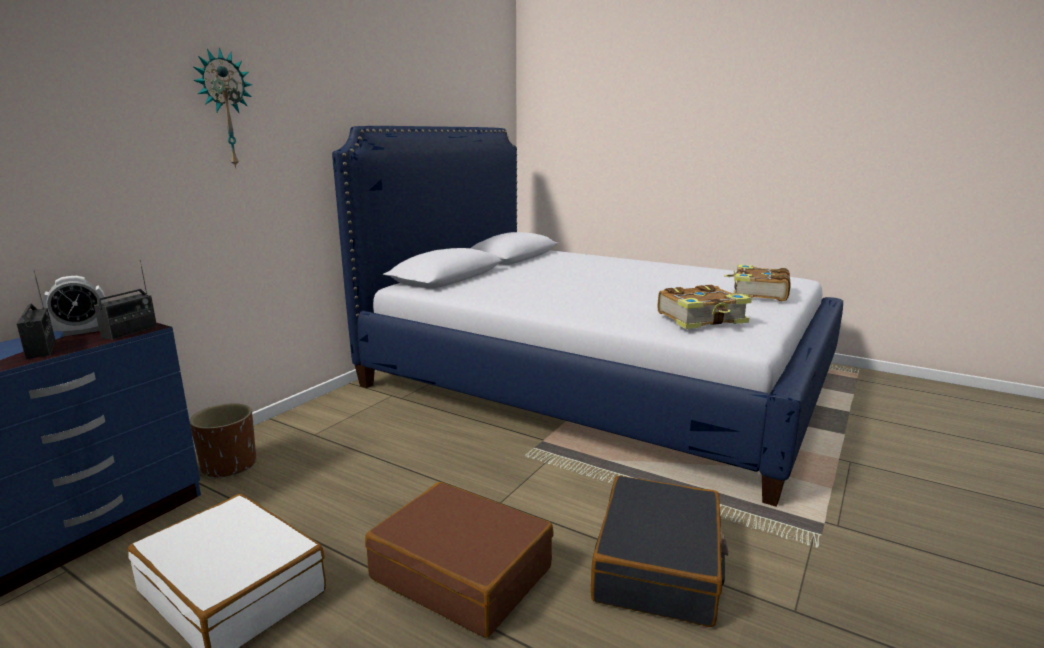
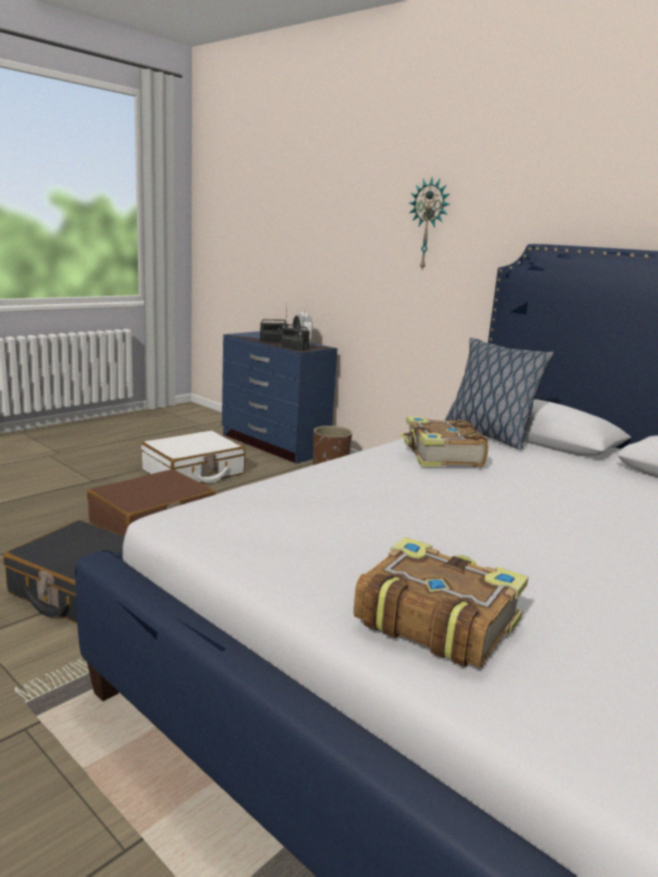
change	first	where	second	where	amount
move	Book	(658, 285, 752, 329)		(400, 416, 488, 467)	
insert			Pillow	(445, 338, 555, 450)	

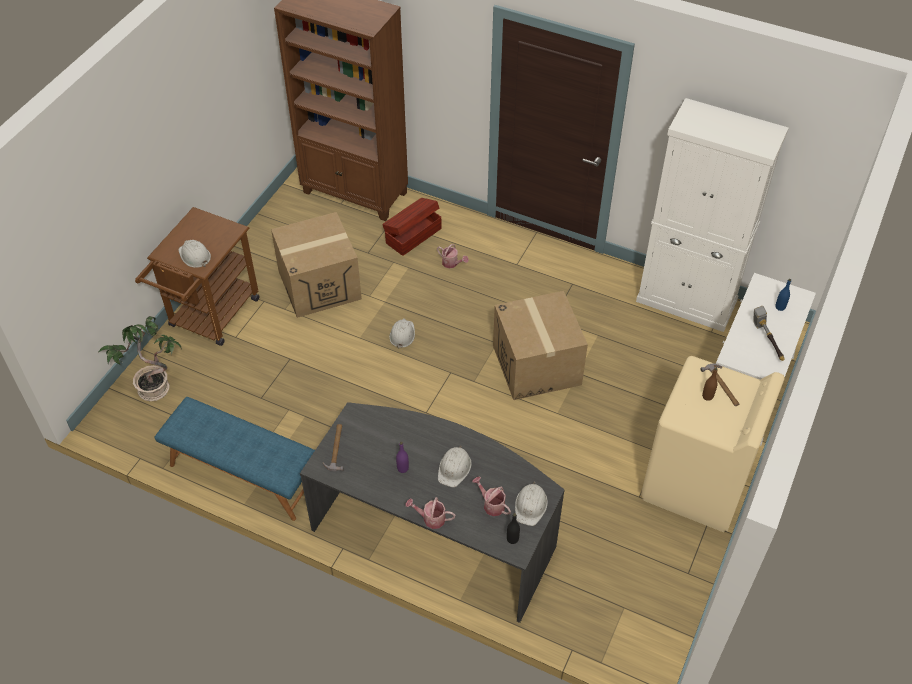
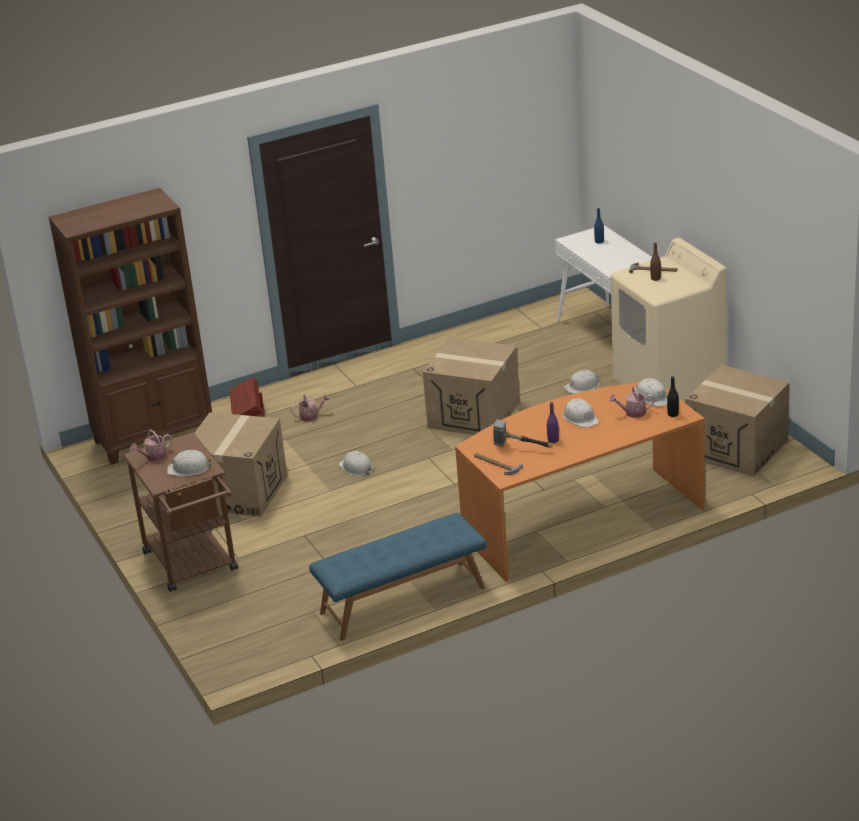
change	first	where	second	where	amount
delete	WhiteCabinet	(636, 98, 789, 332)			
move	Hammer	(753, 306, 785, 361)		(493, 419, 553, 448)	
delete	PottedPlant	(98, 316, 182, 401)			
recolor	GreyDesk	(300, 402, 565, 623)	OrangeDesk	(455, 382, 705, 582)	
move	WateringCan	(405, 497, 455, 529)		(130, 430, 172, 461)	
insert			CardboardBox	(685, 365, 790, 476)	
insert			WhiteHardHat	(564, 370, 599, 394)	

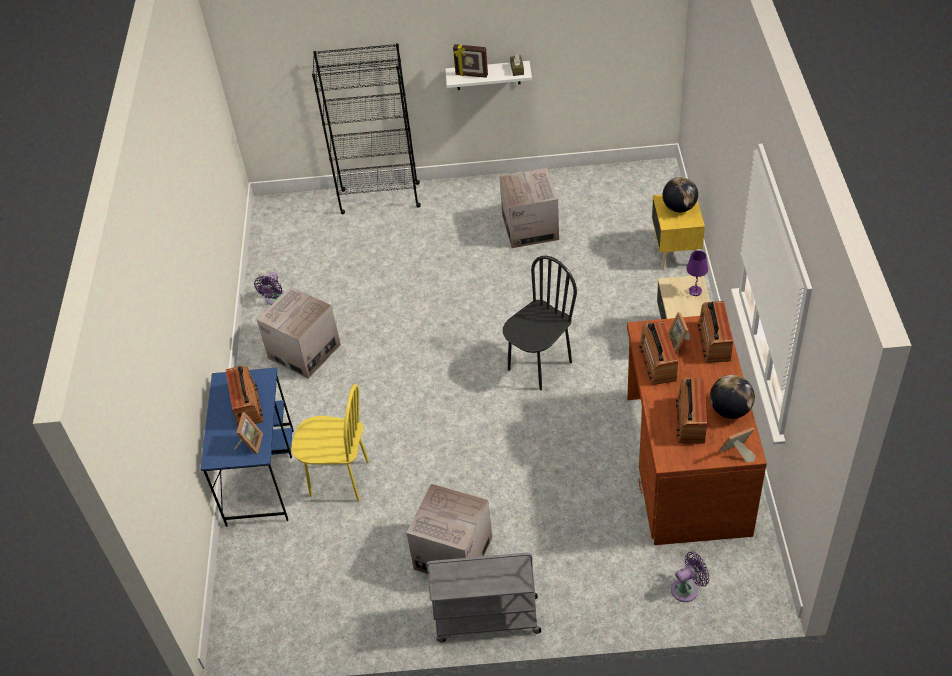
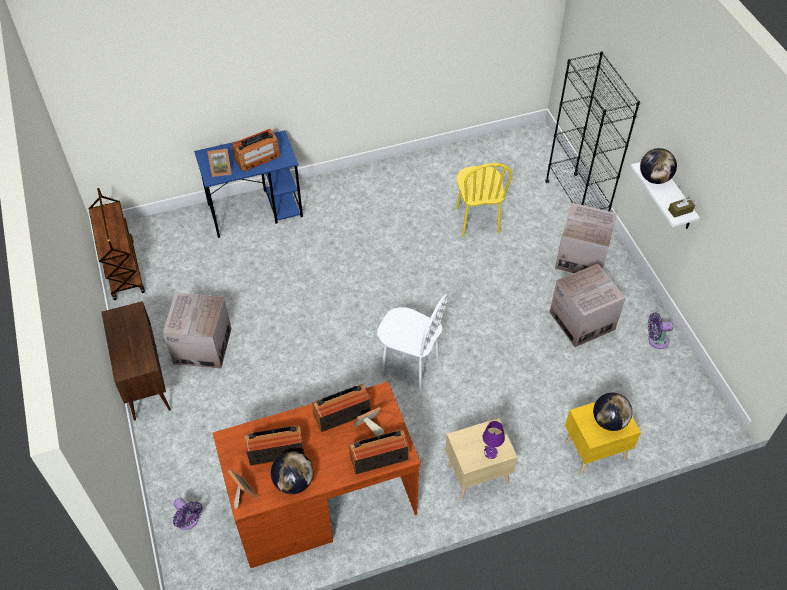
change	first	where	second	where	amount
replace	PictureFrame	(453, 44, 488, 78)	Globe	(640, 148, 677, 184)	
recolor	BlackChair	(503, 256, 577, 390)	WhiteChair	(377, 294, 448, 388)	
move	PurpleFan	(254, 272, 284, 305)		(648, 313, 673, 349)	
move	CardboardBox	(257, 287, 341, 379)		(555, 203, 617, 273)	
move	YellowChair	(291, 384, 369, 502)		(457, 163, 512, 237)	
replace	GreyCart	(426, 553, 541, 642)	BrownCabinet	(101, 301, 171, 420)	
insert			BrownCart	(89, 188, 145, 300)	

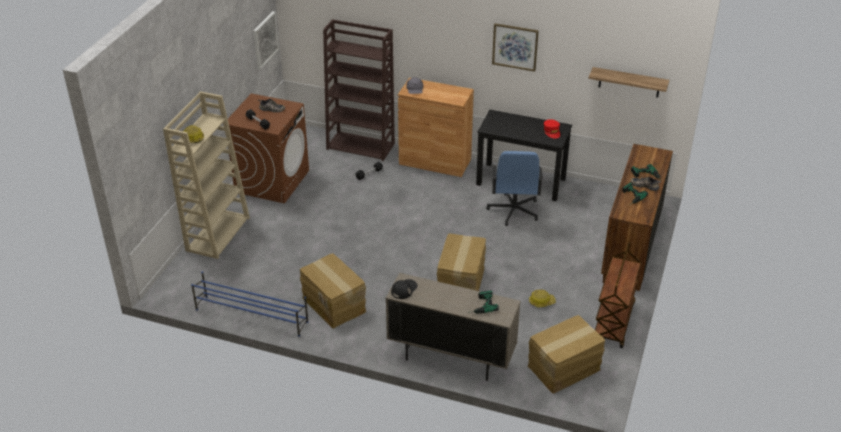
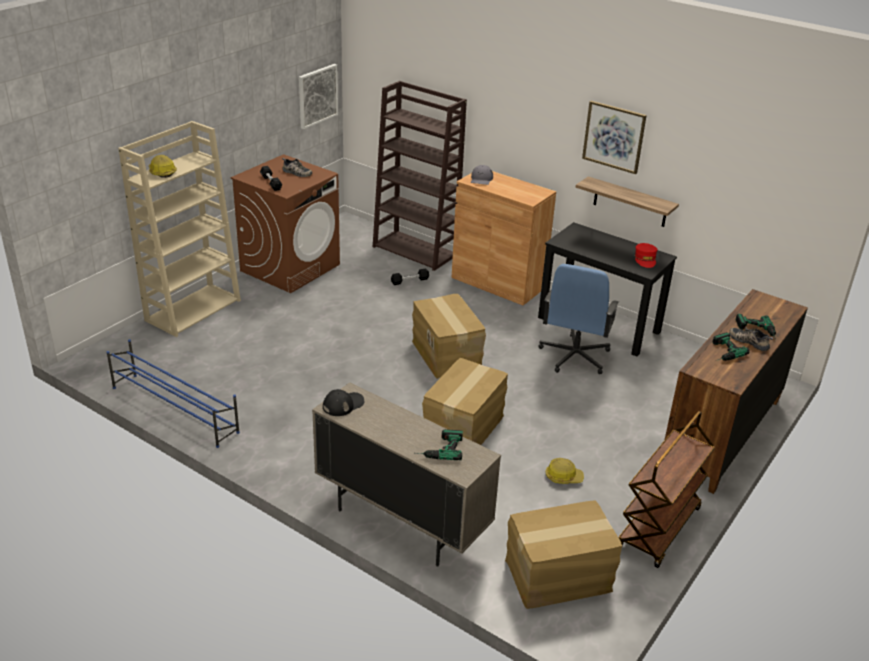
change	first	where	second	where	amount
move	Shelf	(588, 67, 669, 98)		(576, 176, 679, 227)	
move	CardboardBox	(300, 253, 366, 329)		(412, 294, 486, 379)	

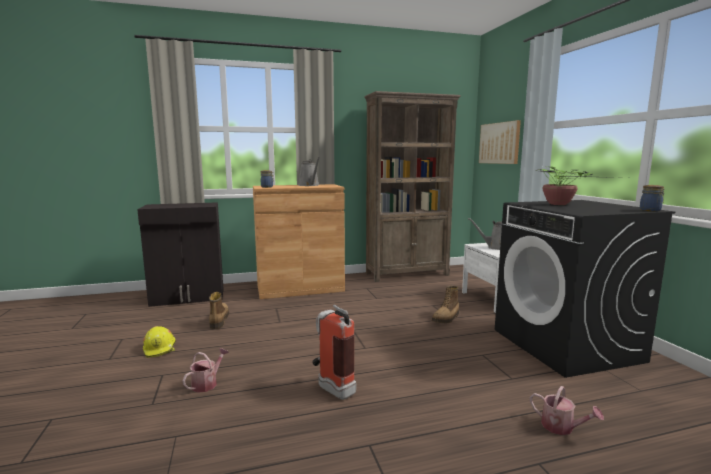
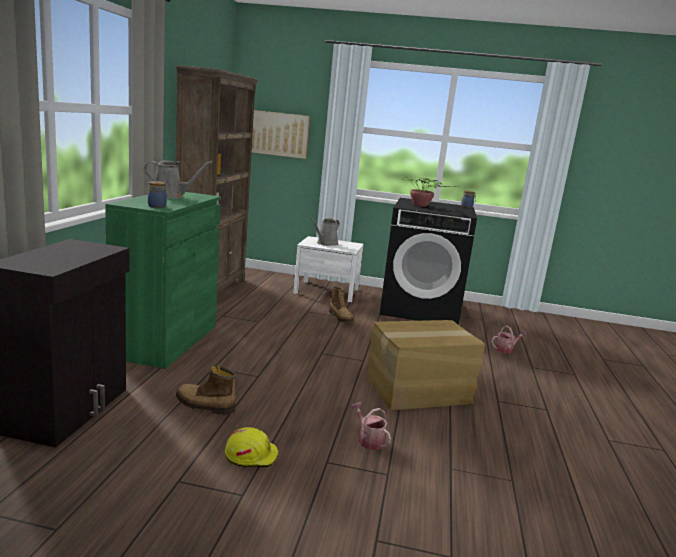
change	first	where	second	where	amount
recolor	BrownCabinet	(253, 184, 345, 299)	GreenCabinet	(105, 192, 221, 369)	
replace	FireExtinguisher	(312, 305, 356, 400)	CardboardBox	(366, 320, 485, 410)	

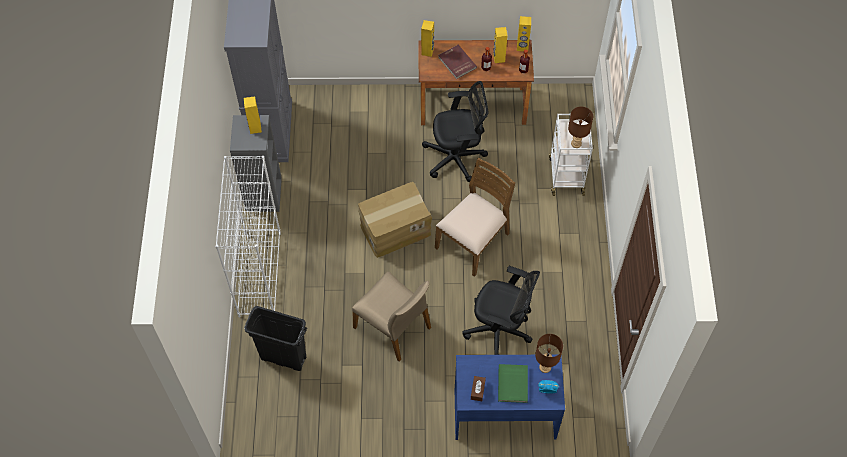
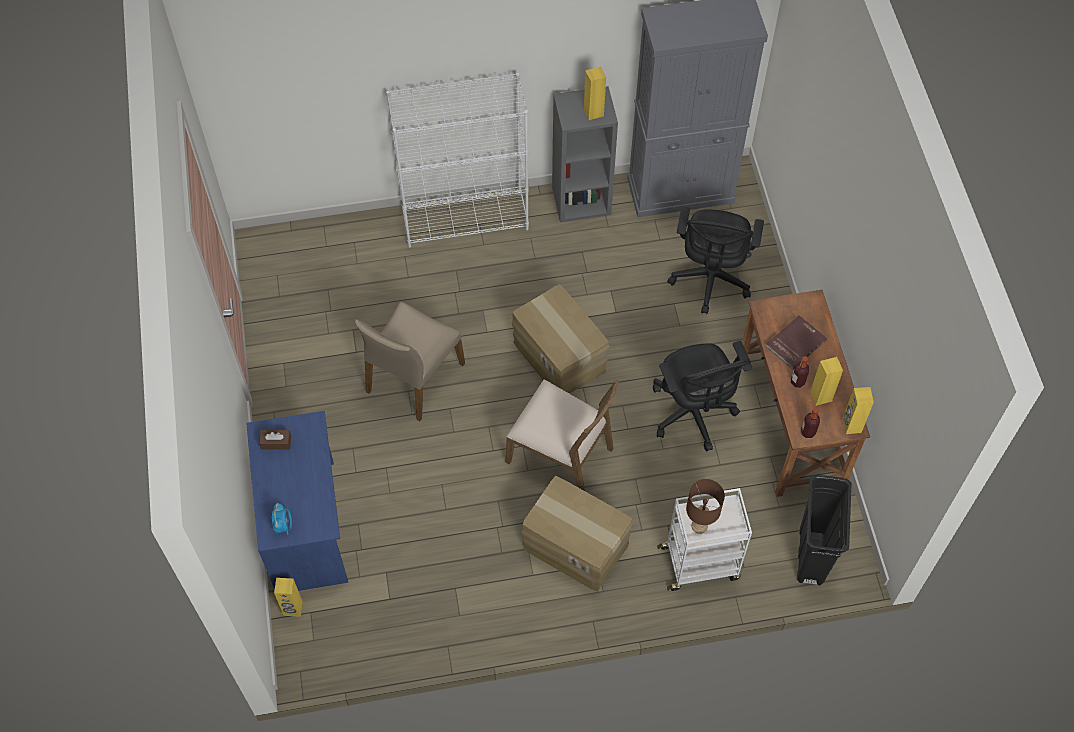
change	first	where	second	where	amount
move	YellowSpeaker	(421, 20, 434, 57)		(274, 578, 303, 617)	
move	BlackOfficeChair	(463, 266, 540, 355)		(667, 207, 764, 314)	
move	BlackTrashCan	(244, 306, 307, 371)		(797, 475, 851, 585)	
delete	BrownTableLamp	(535, 334, 563, 373)			
delete	GreenBook	(498, 364, 528, 403)			
insert			CardboardBox	(522, 476, 633, 592)	

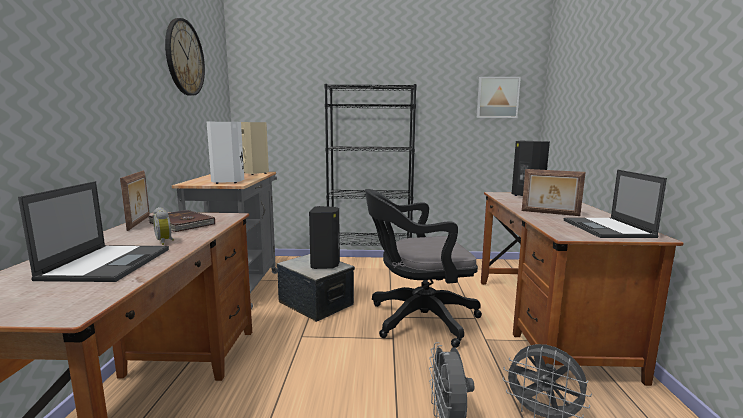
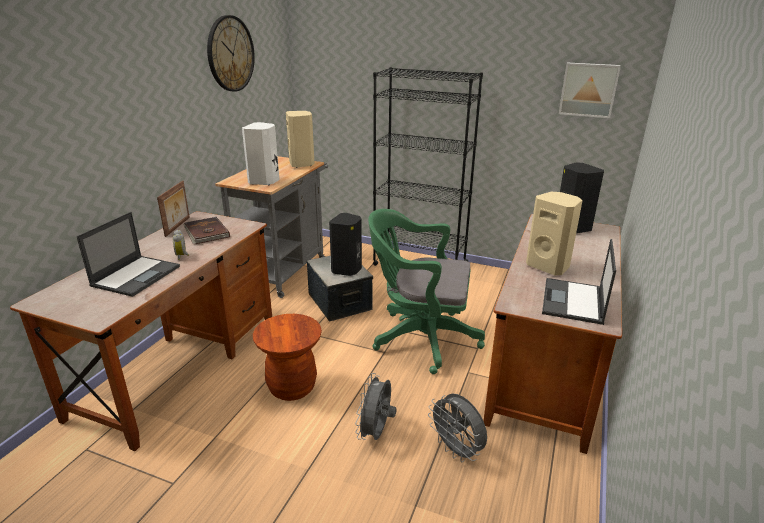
change	first	where	second	where	amount
replace	PictureFrame	(522, 169, 586, 216)	BeigeSpeaker	(526, 192, 583, 275)	
recolor	BlackOfficeChair	(365, 189, 482, 348)	GreenOfficeChair	(368, 209, 485, 374)	
insert			BrownStool	(253, 314, 322, 401)	

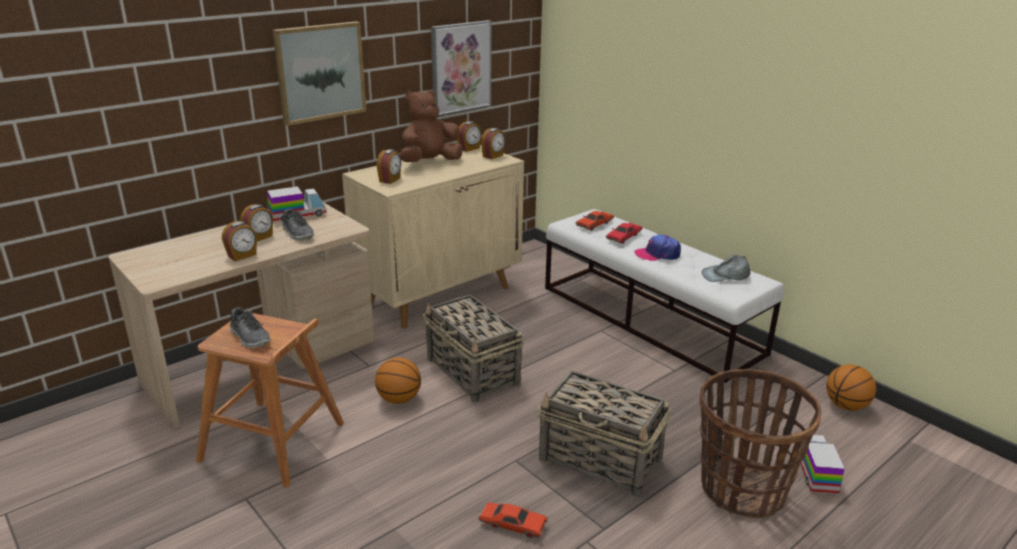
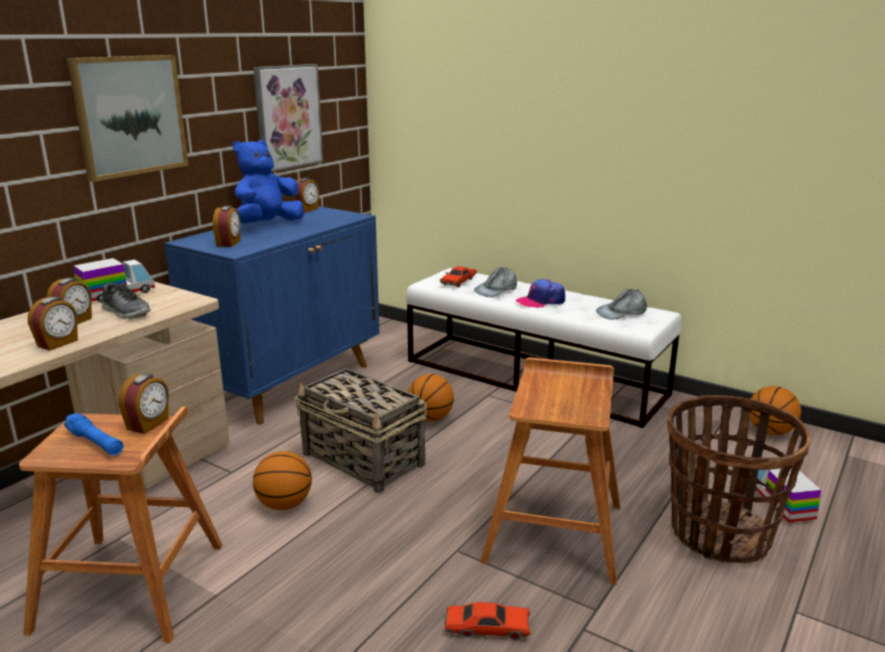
change	first	where	second	where	amount
recolor	BrownPlushToy	(400, 90, 463, 162)	BluePlushToy	(233, 140, 304, 223)	
move	AlarmClock	(481, 128, 505, 159)		(118, 374, 169, 434)	
recolor	BeigeCabinet	(342, 145, 524, 329)	BlueCabinet	(164, 206, 380, 425)	
replace	RedToyCar	(606, 223, 643, 244)	GreyCap	(474, 267, 517, 297)	
replace	Shoe	(229, 307, 271, 348)	BlueFlashlight	(64, 413, 123, 456)	
replace	Basket	(538, 371, 671, 497)	BrownStool	(480, 358, 620, 585)	
insert			Basketball	(408, 374, 454, 421)	

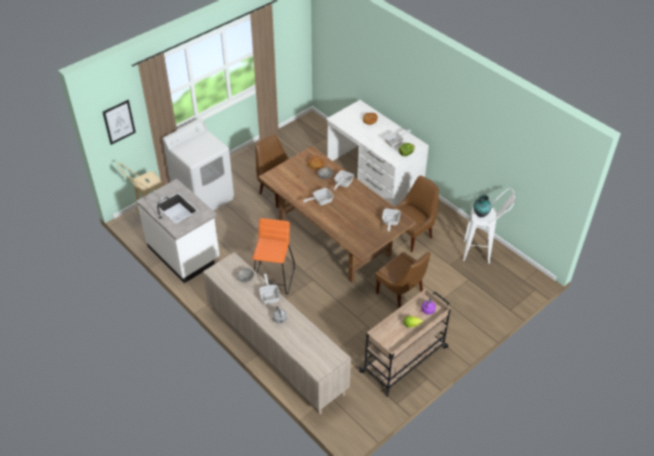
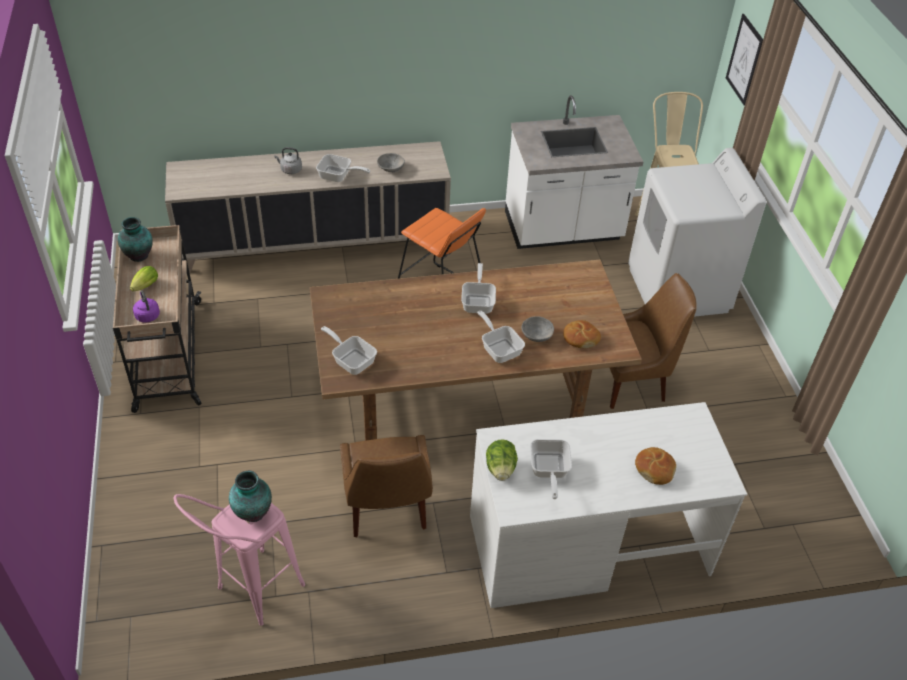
change	first	where	second	where	amount
recolor	WhiteStool	(463, 188, 515, 264)	PinkStool	(173, 494, 305, 626)	
delete	BrownChair	(375, 252, 431, 309)			
insert			Vase	(118, 217, 153, 262)	

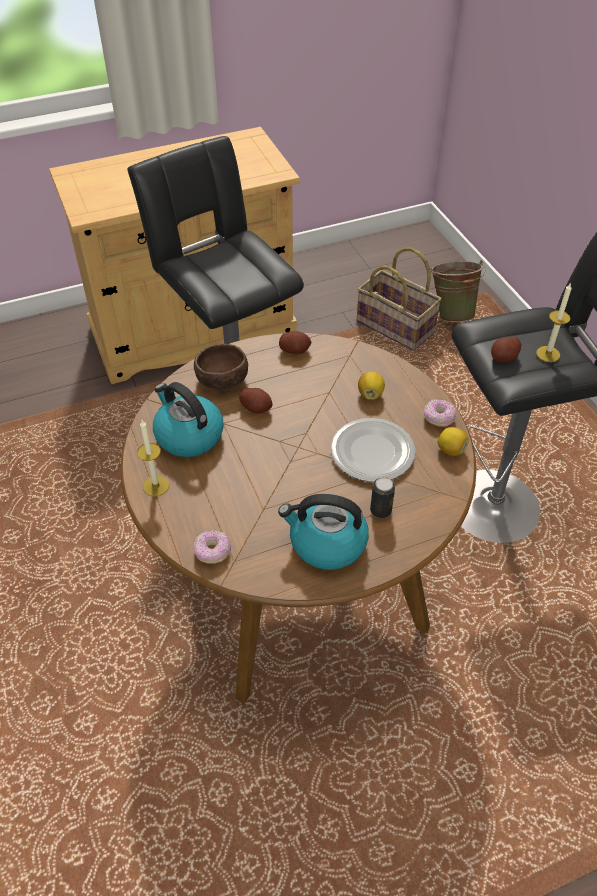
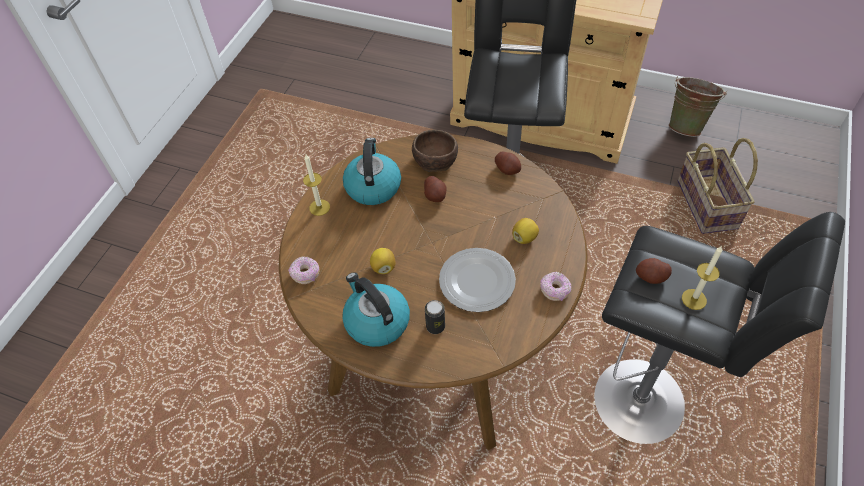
change	first	where	second	where	amount
move	GreenBucket	(431, 260, 486, 322)		(668, 76, 728, 137)	
move	Lemon	(438, 427, 469, 456)		(370, 248, 396, 274)	

